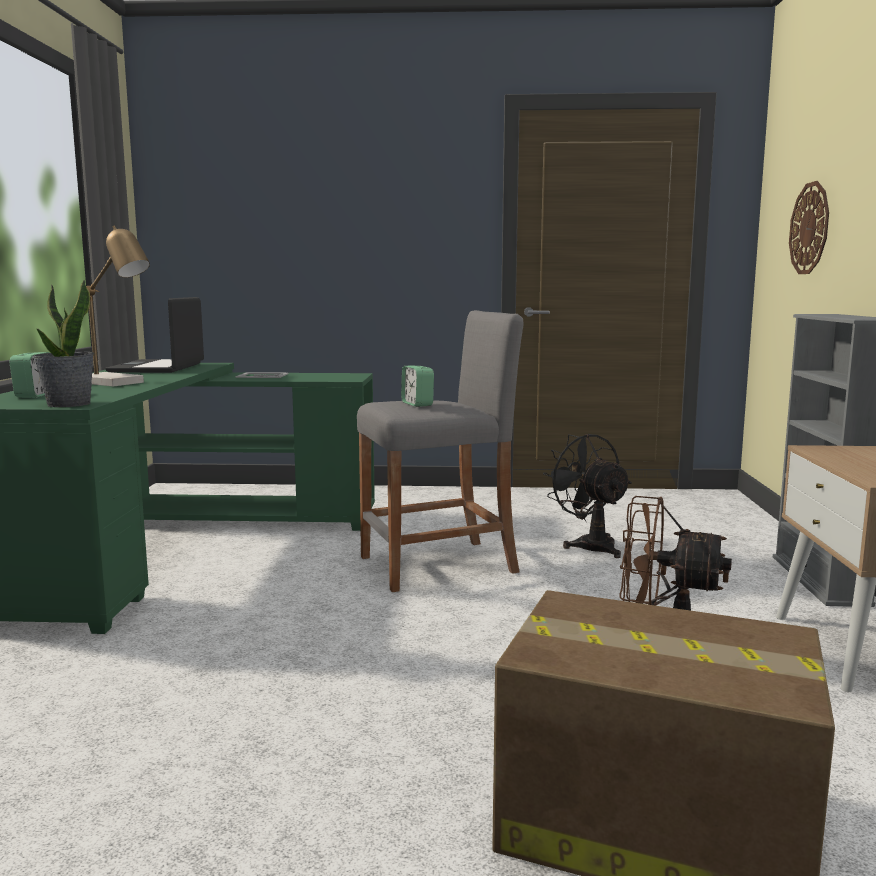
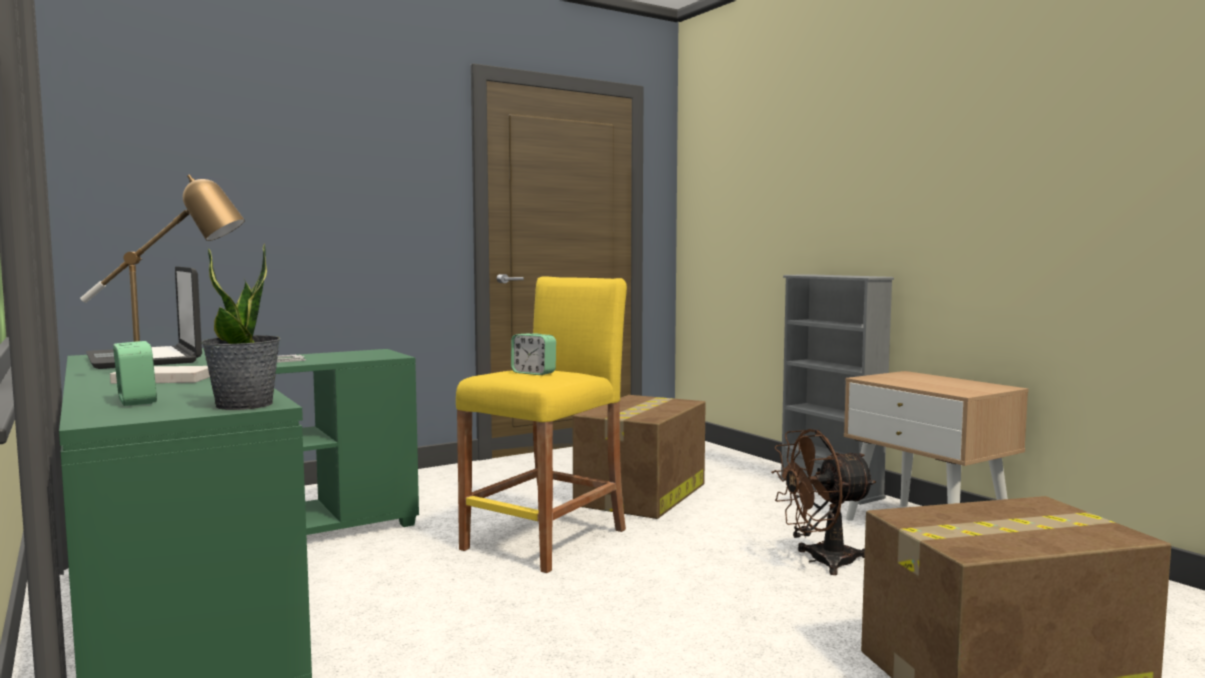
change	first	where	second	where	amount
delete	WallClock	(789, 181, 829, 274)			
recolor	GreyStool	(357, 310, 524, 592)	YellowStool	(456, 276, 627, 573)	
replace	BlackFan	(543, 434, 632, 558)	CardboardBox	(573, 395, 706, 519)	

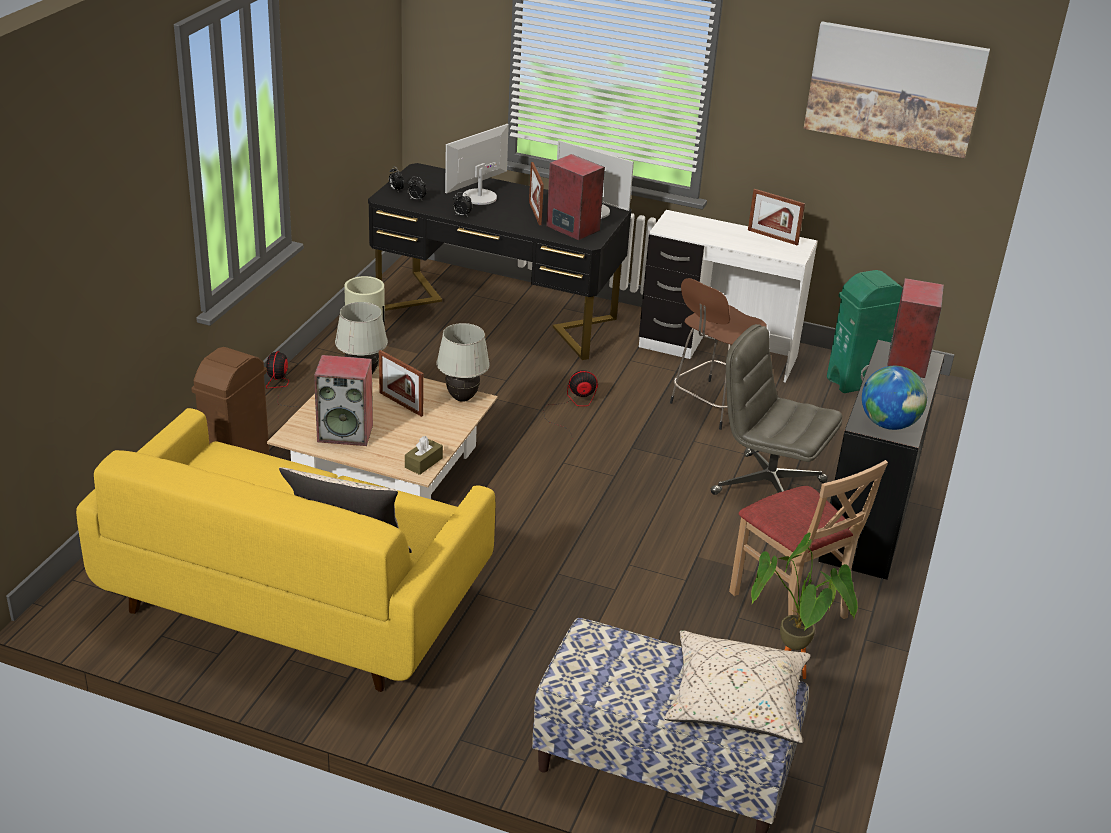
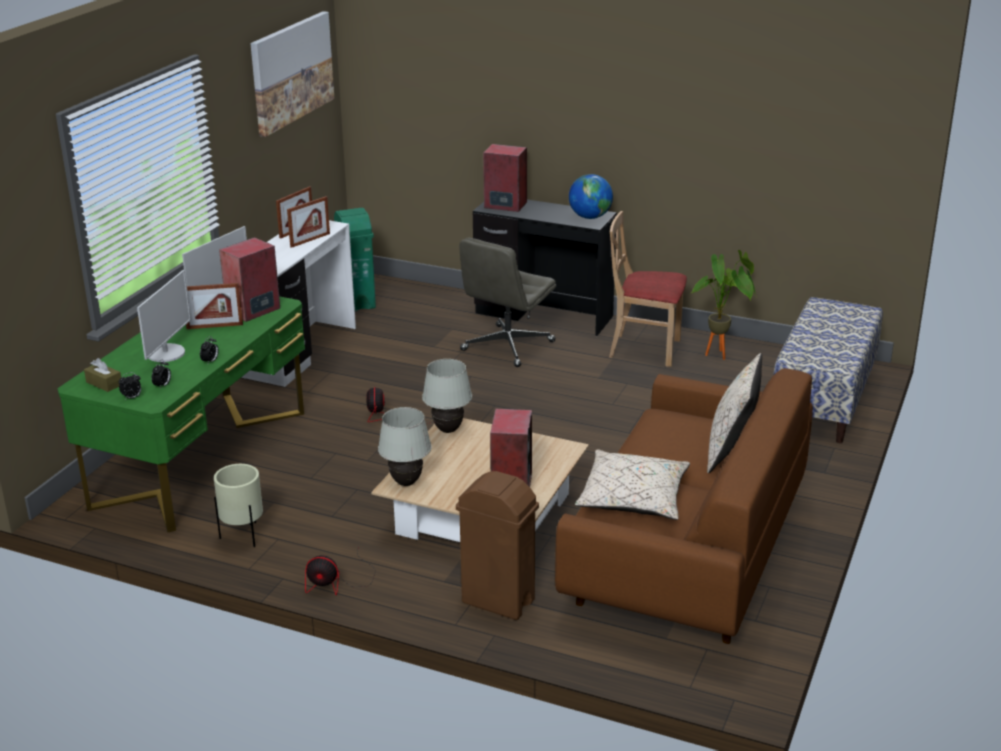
change	first	where	second	where	amount
rotate	Monitor	(445, 124, 509, 205)		(137, 270, 191, 362)	120 degrees counterclockwise
recolor	BlackDesk	(368, 163, 632, 360)	GreenDesk	(57, 296, 305, 532)	
delete	BrownStool	(670, 278, 767, 430)			
move	PictureFrame	(379, 350, 423, 417)		(287, 196, 330, 248)	
recolor	YellowSofa	(76, 408, 495, 692)	BrownSofa	(555, 368, 813, 644)	
move	BrownTissueBox	(405, 436, 443, 475)		(84, 358, 121, 392)	
rotate	BeigeChair	(729, 460, 888, 619)		(609, 211, 687, 367)	135 degrees counterclockwise
move	BeigePillow	(664, 630, 810, 744)		(575, 450, 690, 520)	

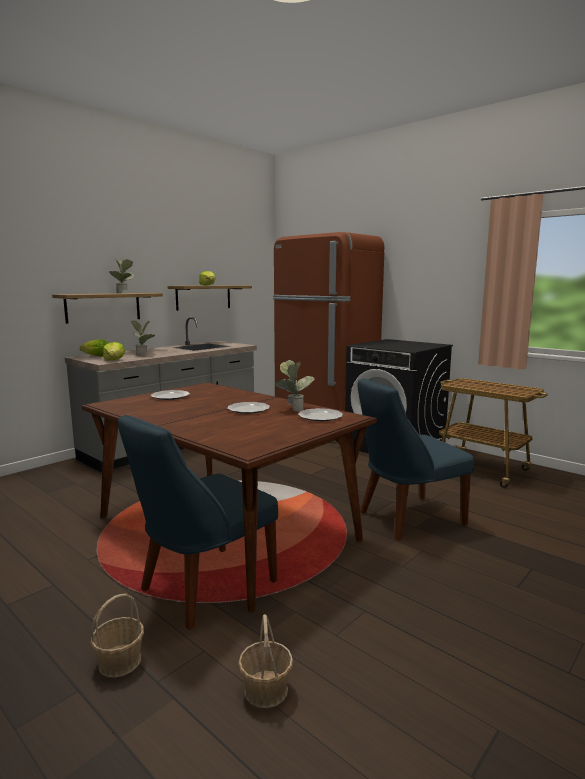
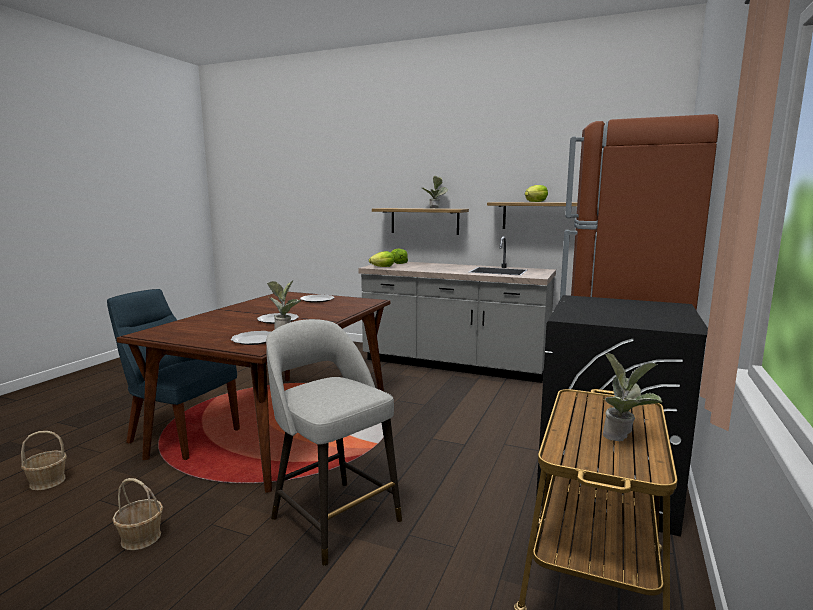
change	first	where	second	where	amount
move	PottedPlant	(131, 320, 155, 356)		(603, 353, 663, 441)	
replace	BlueChair	(357, 378, 474, 541)	GreyStool	(266, 319, 402, 566)	
move	Basket	(91, 594, 144, 678)		(112, 478, 163, 550)	

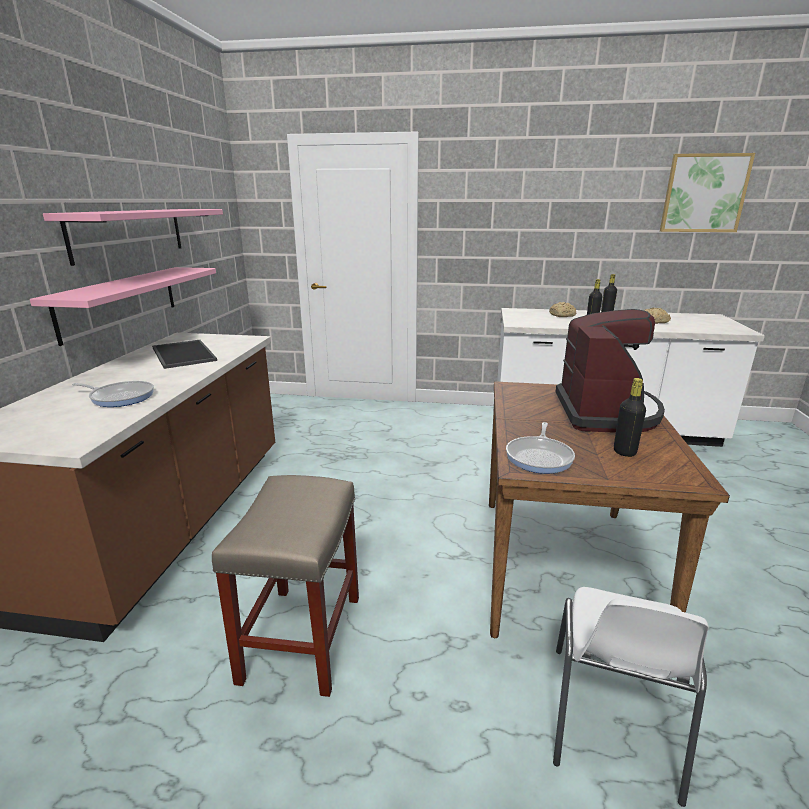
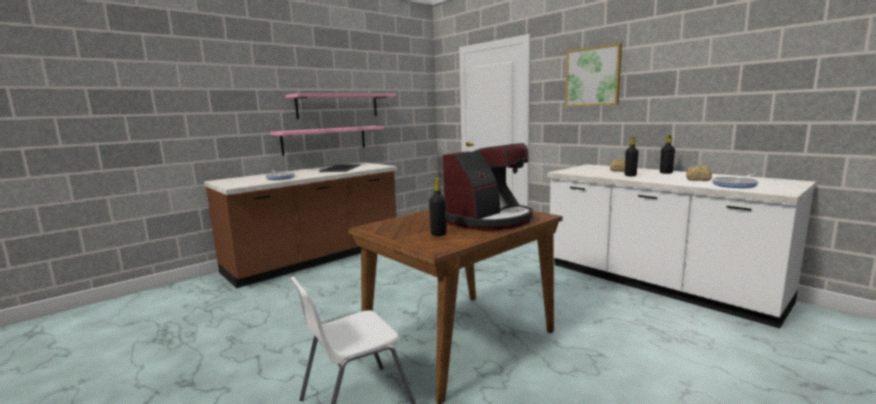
change	first	where	second	where	amount
move	Picture	(660, 153, 755, 232)		(565, 43, 622, 107)	
move	FryingPan	(506, 422, 575, 474)		(712, 174, 759, 188)	
delete	BeigeStool	(212, 475, 359, 697)			

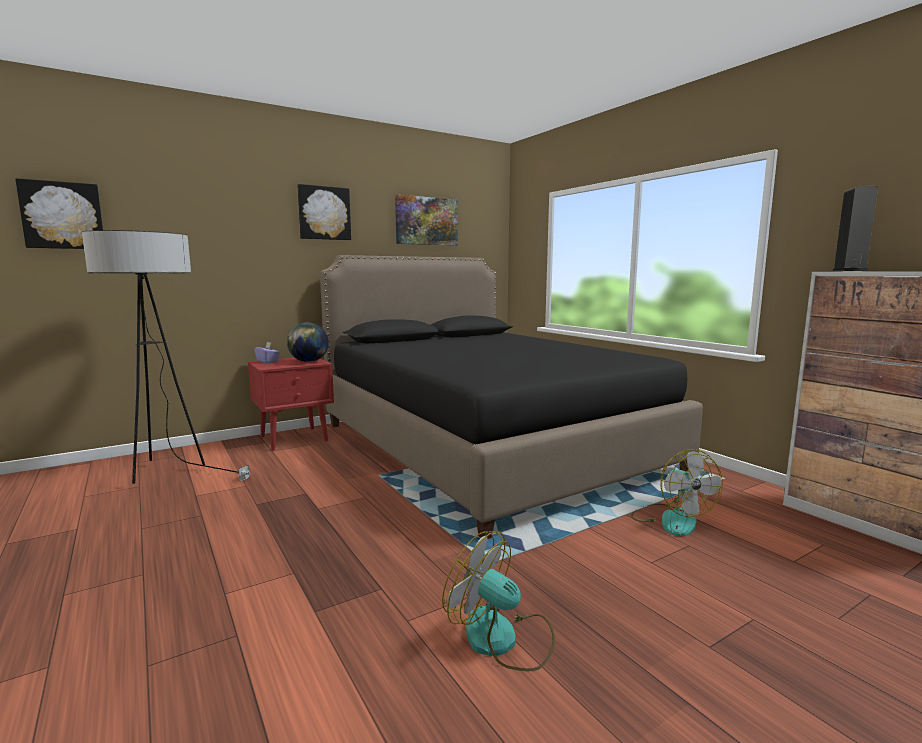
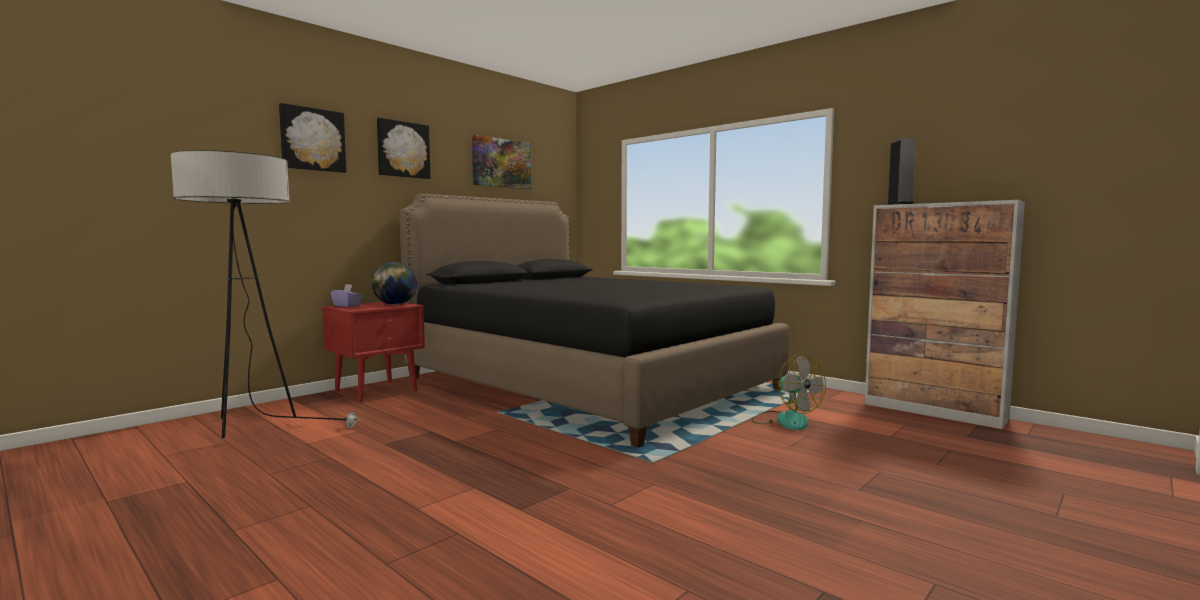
change	first	where	second	where	amount
move	Picture	(15, 178, 103, 249)		(279, 103, 346, 173)	
delete	Fan	(442, 531, 555, 671)			

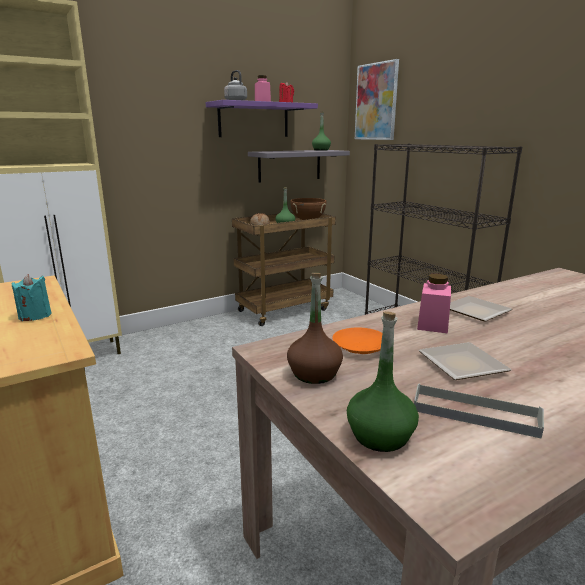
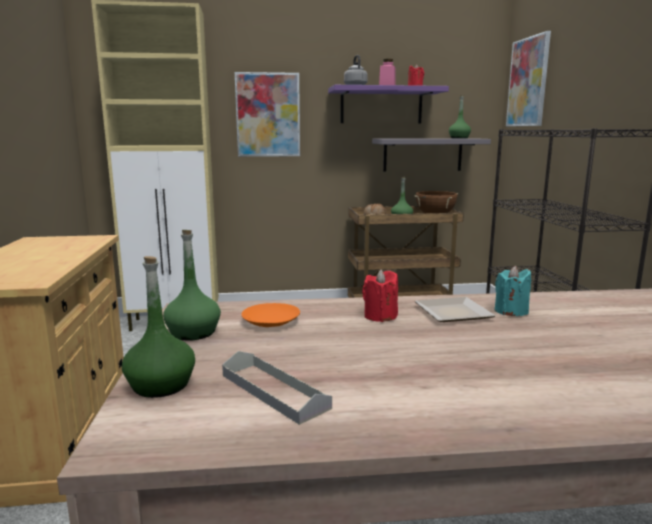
change	first	where	second	where	amount
recolor	BrownBottle	(287, 273, 343, 384)	GreenBottle	(163, 230, 221, 341)	
move	TurquoiseCandle	(12, 274, 51, 321)		(495, 266, 531, 316)	
replace	PinkJar	(417, 274, 451, 334)	RedCandle	(362, 270, 398, 322)	
delete	Plate	(419, 342, 512, 380)			
insert			Picture	(235, 72, 300, 157)	

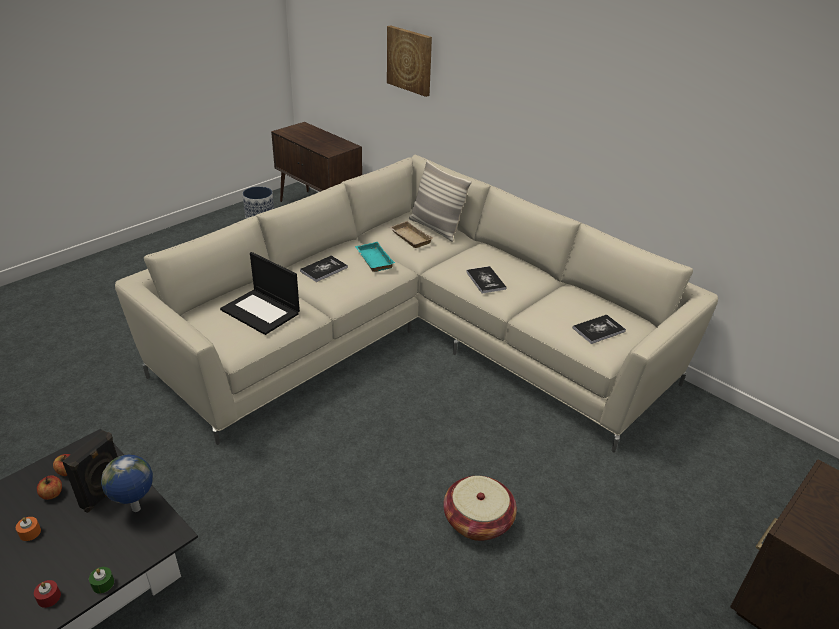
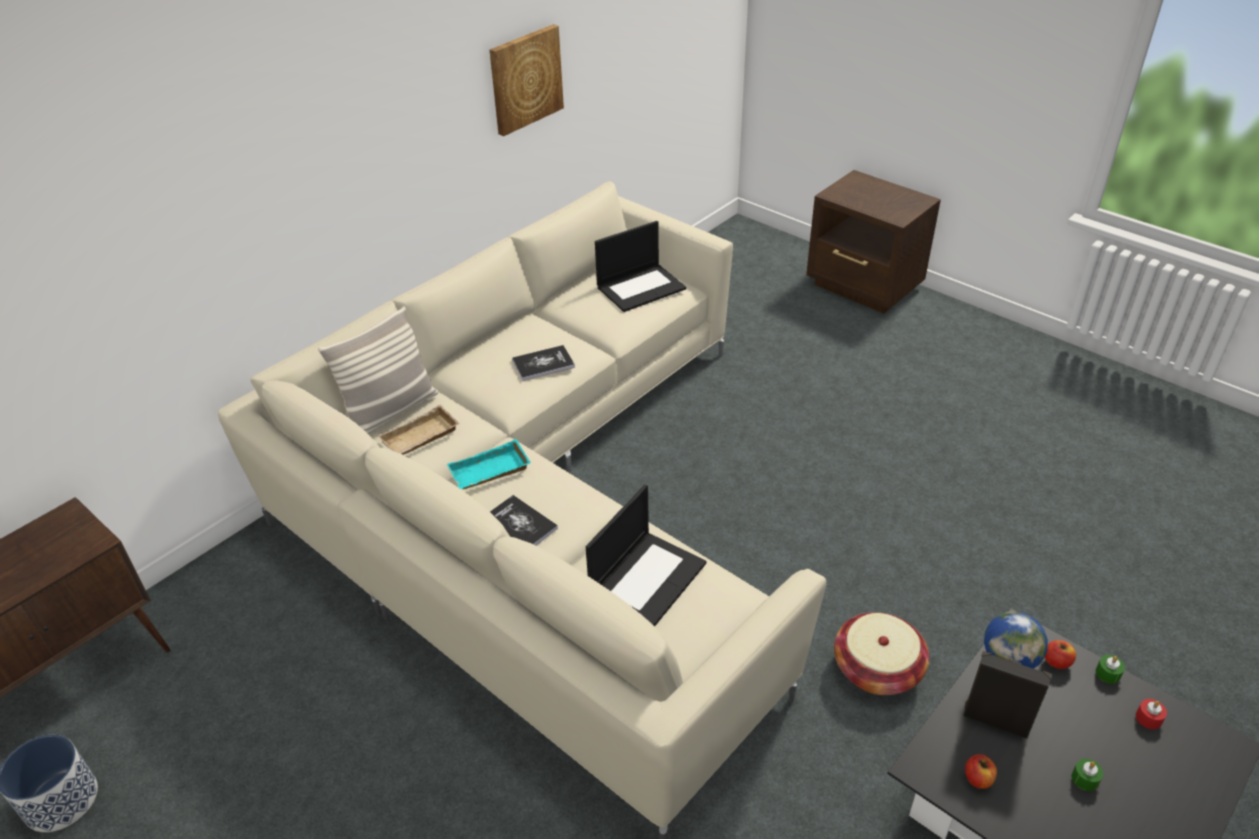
change	first	where	second	where	amount
move	Picture	(387, 25, 432, 97)		(489, 24, 564, 136)	
replace	Book	(573, 315, 626, 344)	Laptop	(595, 221, 686, 312)	
move	Apple	(37, 476, 62, 500)		(1045, 640, 1076, 669)	
move	Basket	(443, 476, 517, 541)		(834, 612, 929, 695)	
recolor	OrangeCandle	(16, 517, 41, 541)	GreenCandle	(1072, 758, 1103, 791)	

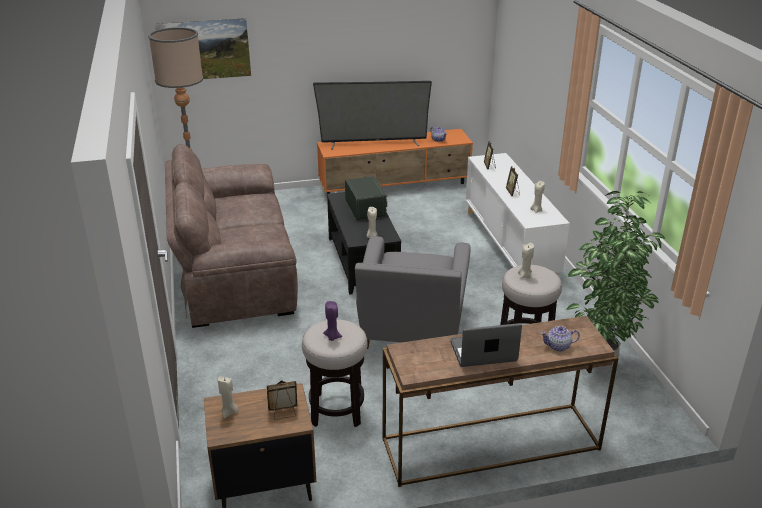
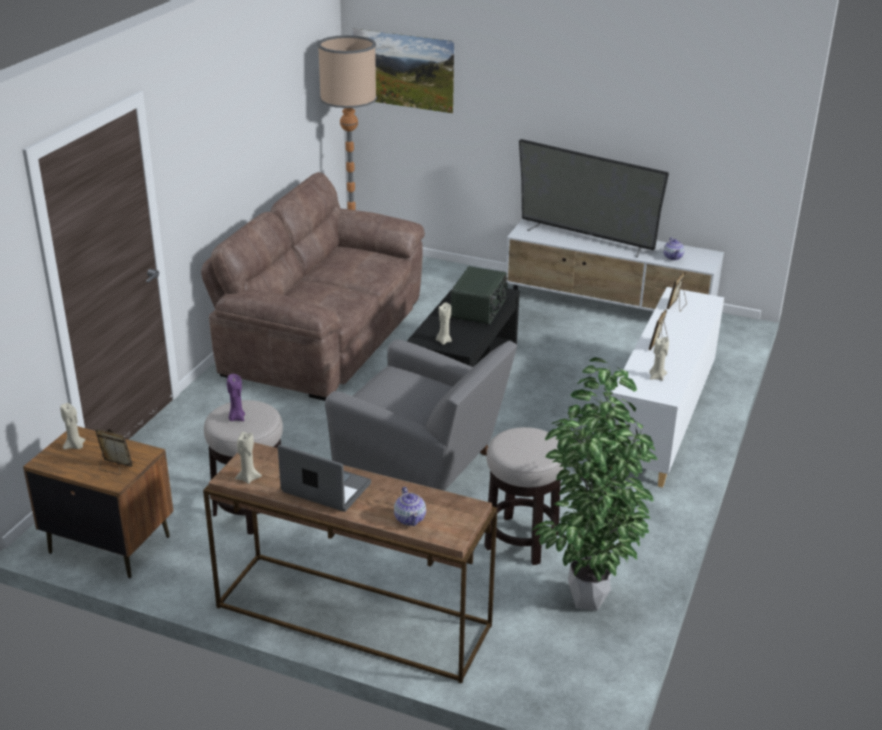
change	first	where	second	where	amount
recolor	OrangeTvStand	(317, 129, 473, 194)	WhiteTvStand	(506, 219, 724, 311)	
rotate	GreyArmchair	(355, 236, 471, 349)		(325, 339, 517, 491)	105 degrees counterclockwise
move	BeigeCandle	(518, 243, 534, 278)		(235, 432, 262, 484)	
rotate	Teapot	(541, 326, 580, 351)		(394, 487, 426, 526)	135 degrees counterclockwise

